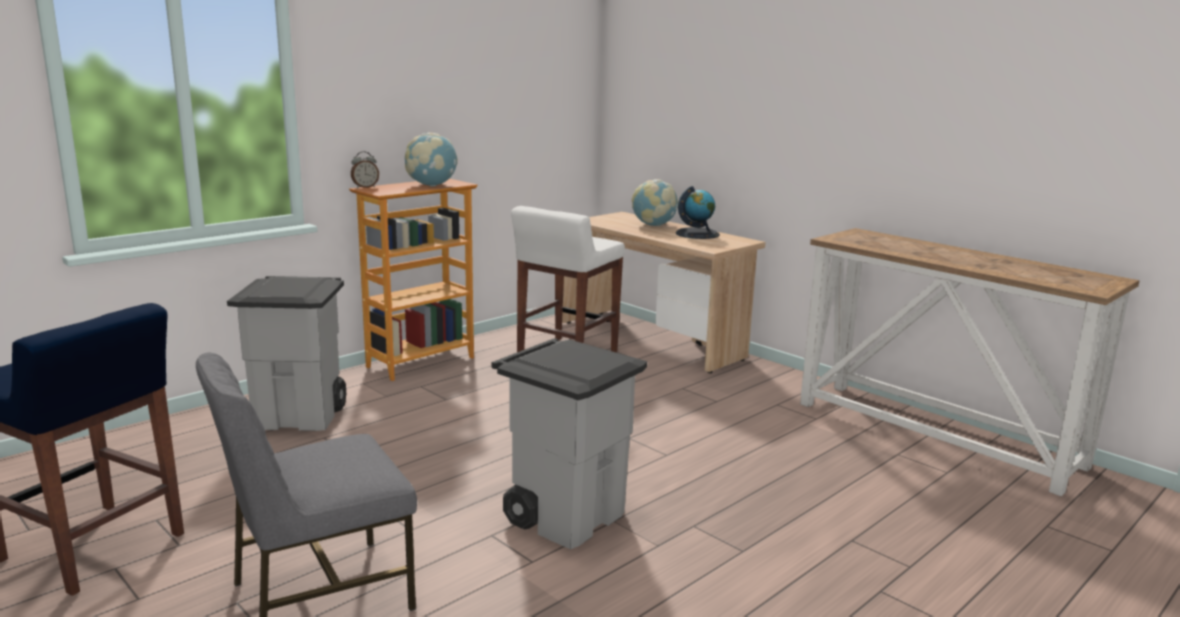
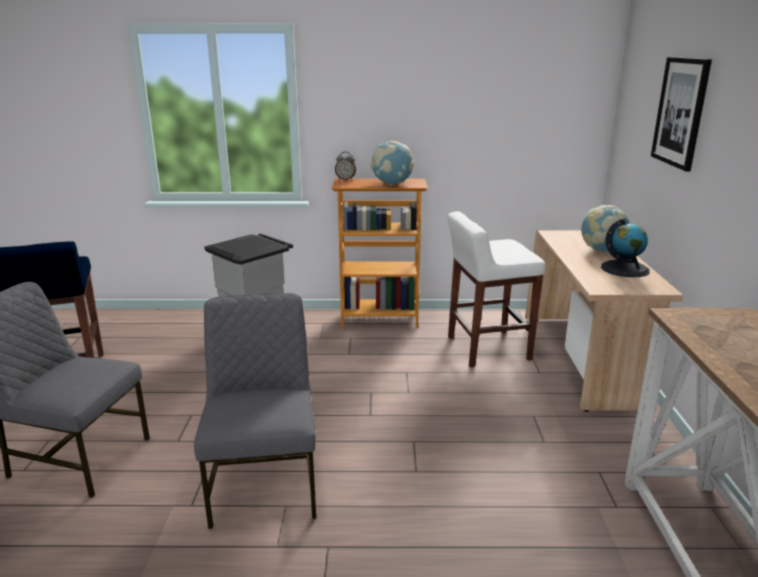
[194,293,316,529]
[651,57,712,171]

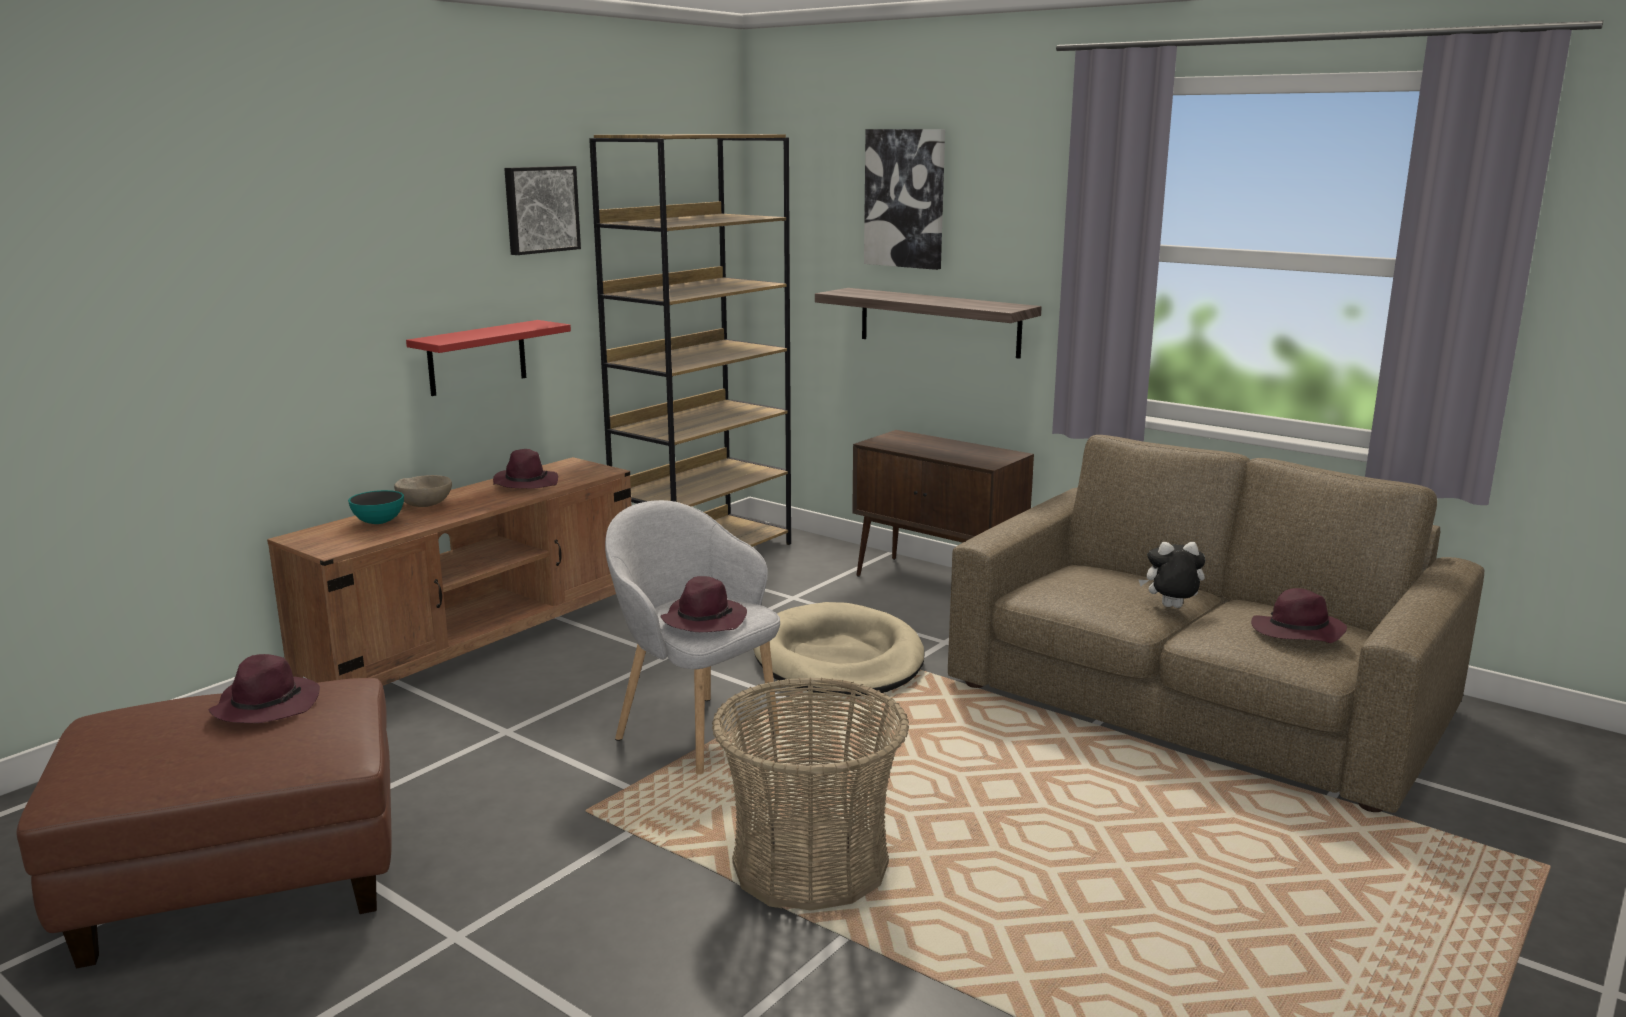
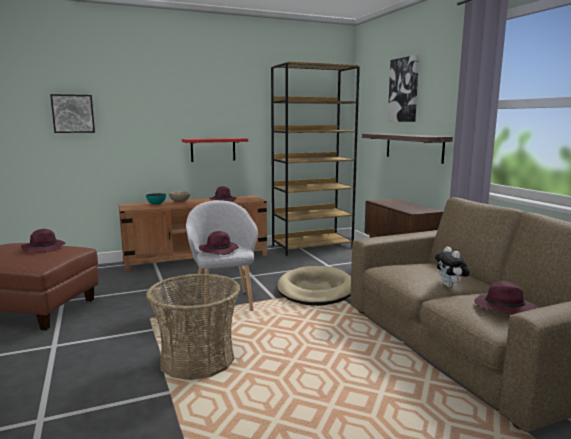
[50,94,95,133]
[435,246,470,287]

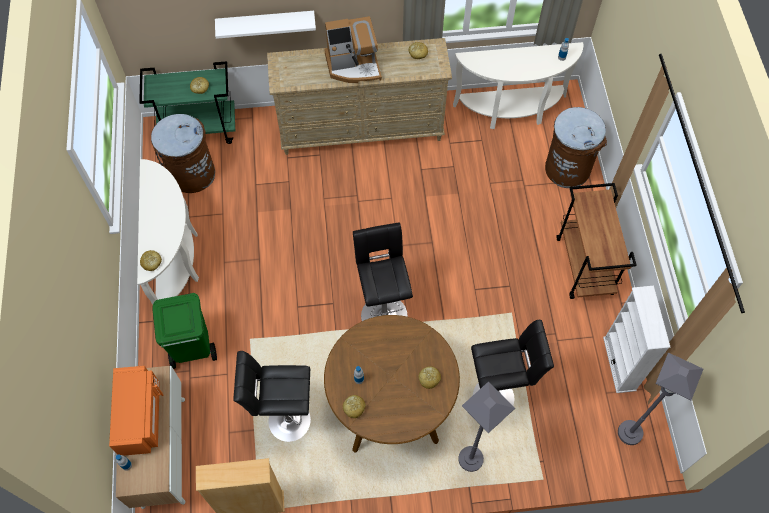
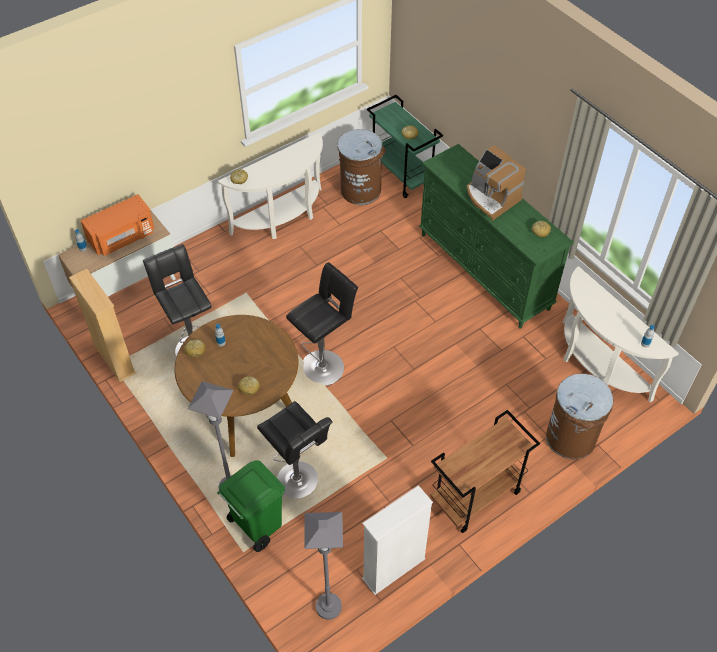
[217,460,285,552]
[215,11,316,39] (first image)
[419,144,574,329]

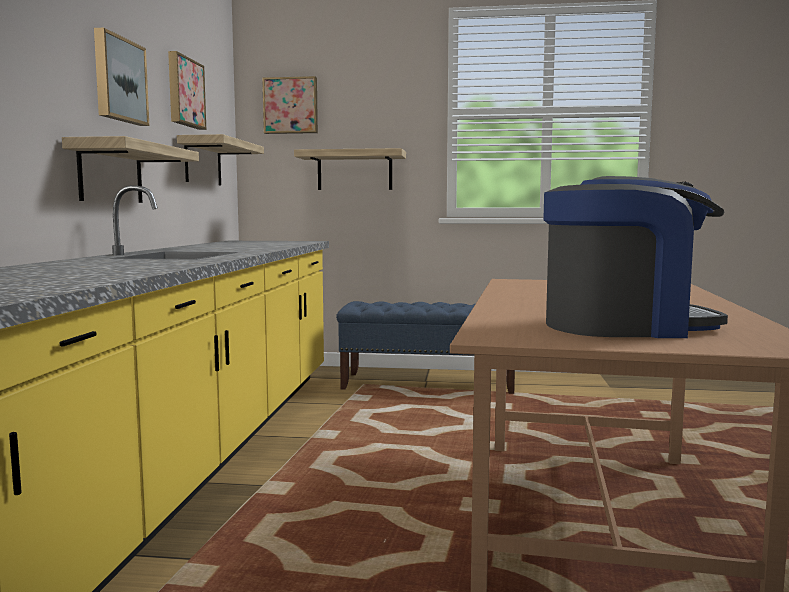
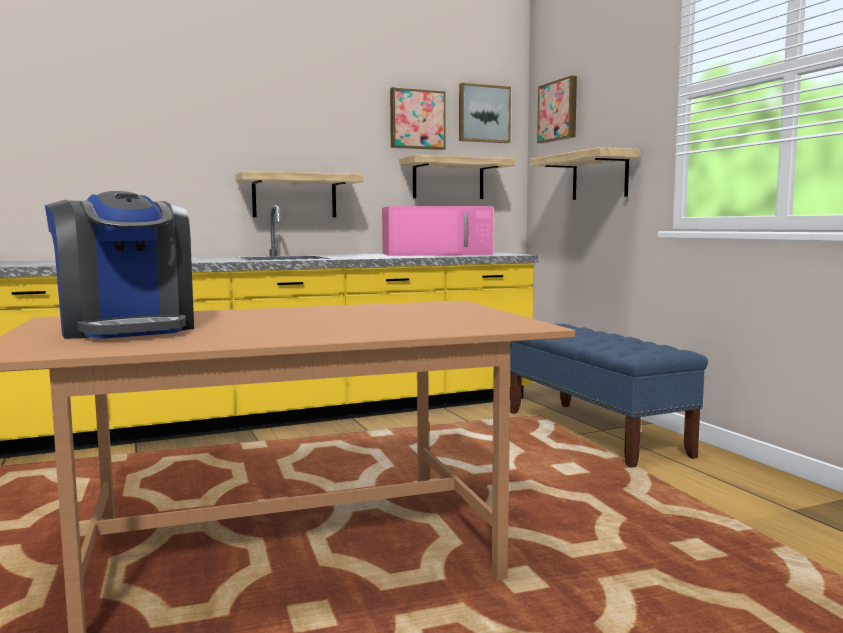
[459,83,511,143]
[382,206,493,256]

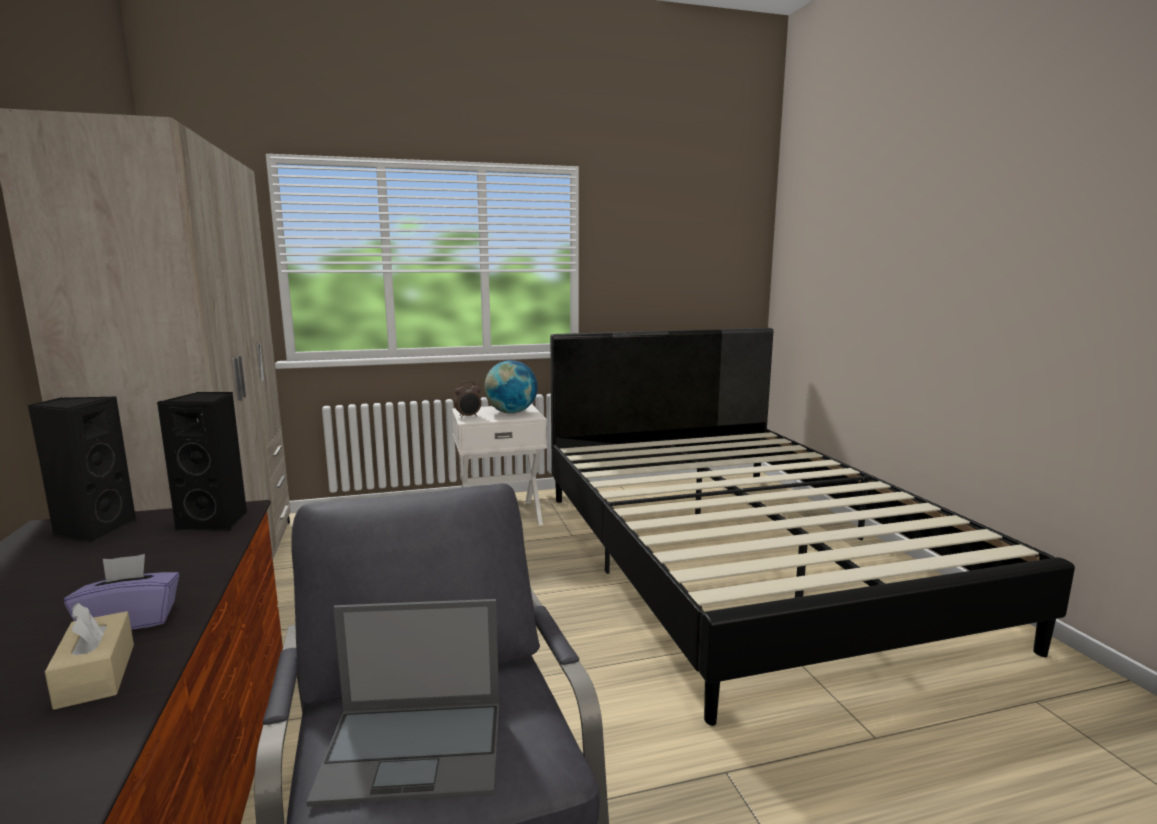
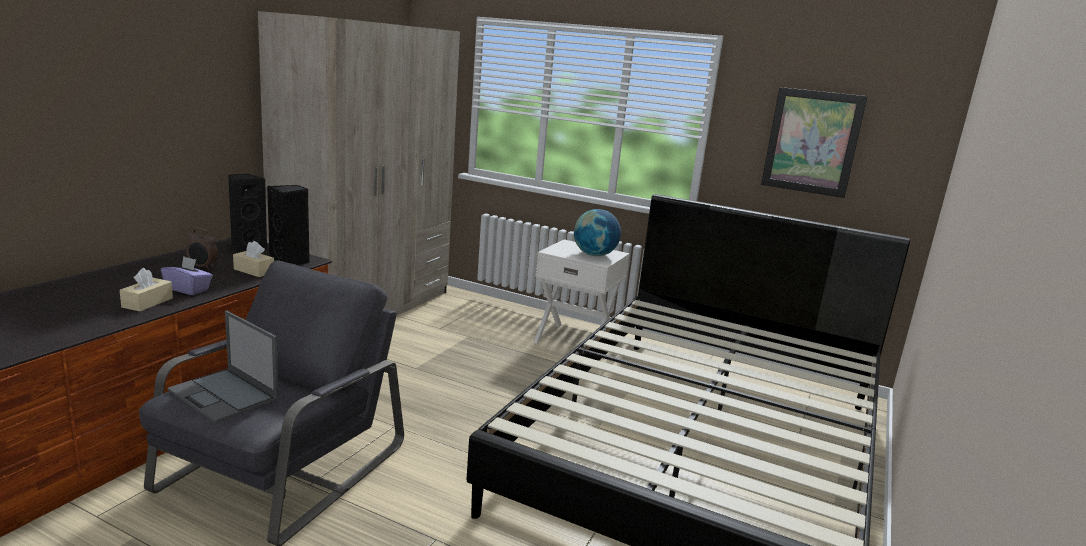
[186,228,218,270]
[233,241,274,277]
[761,87,868,198]

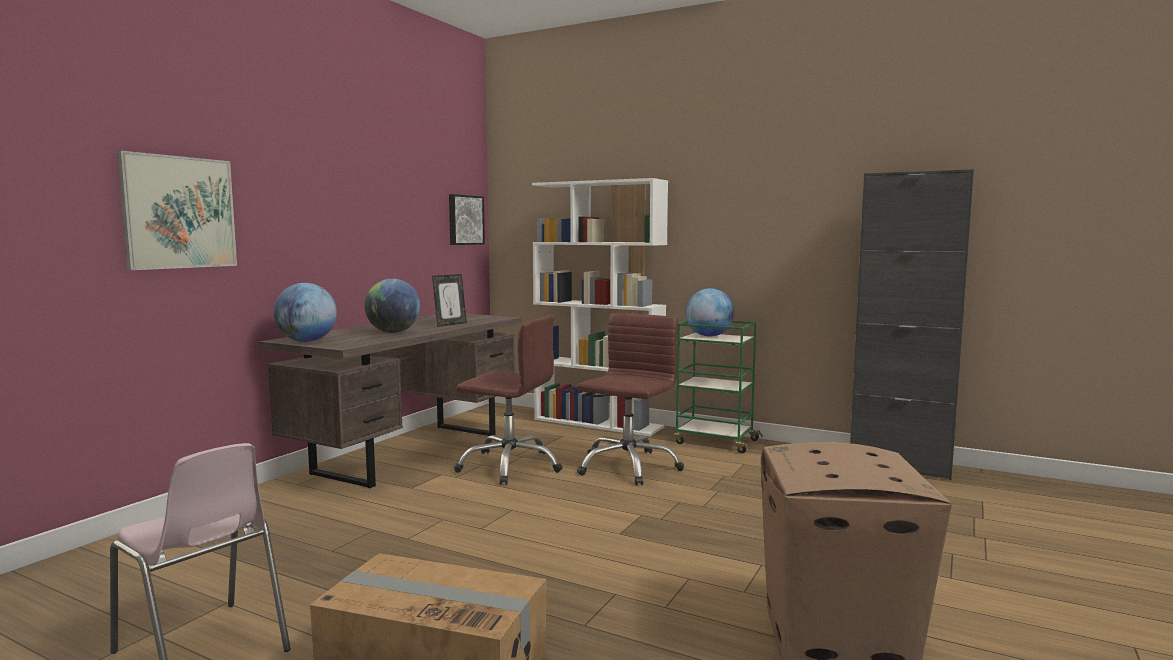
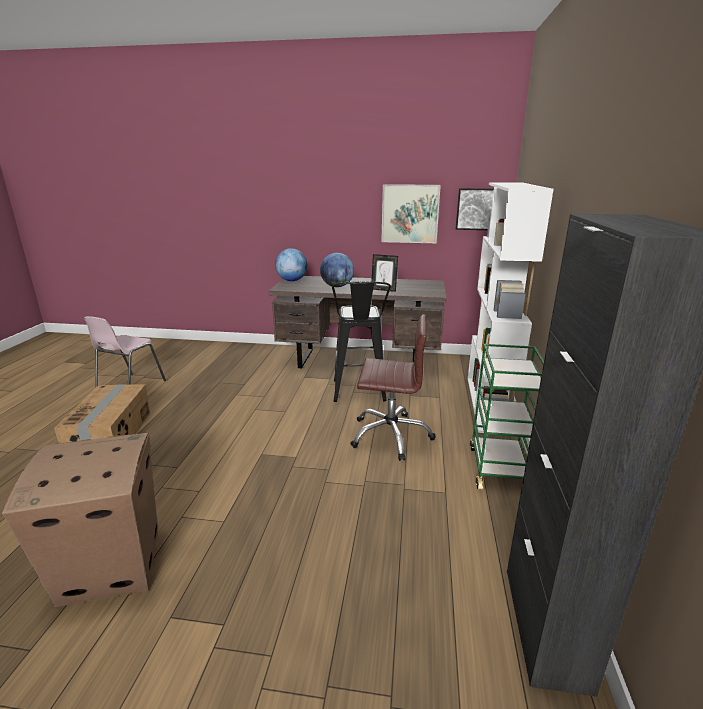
[381,184,441,243]
[332,281,391,402]
[686,288,734,337] (first image)

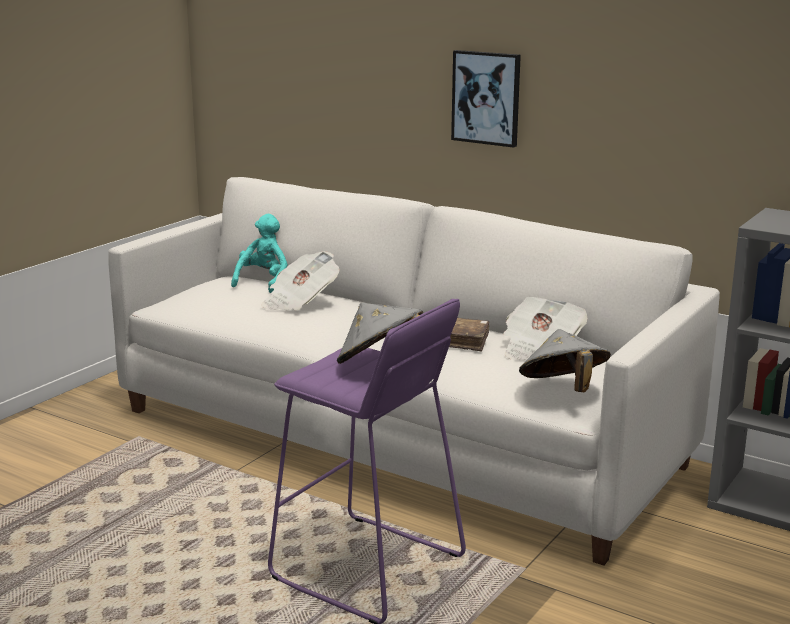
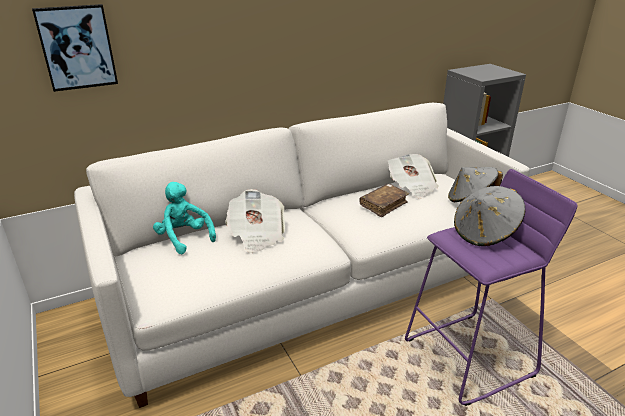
[32,4,118,92]

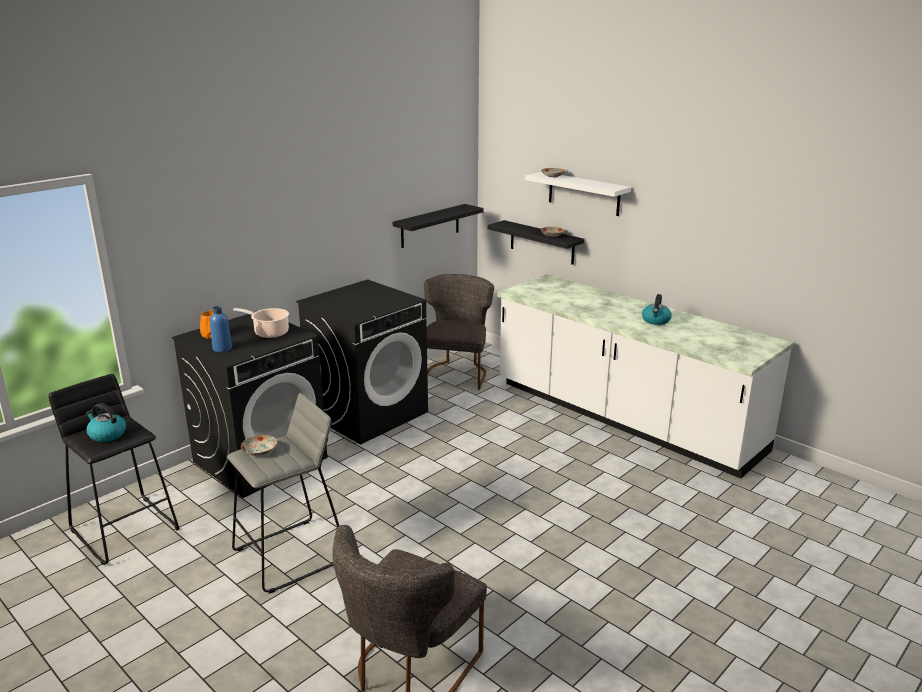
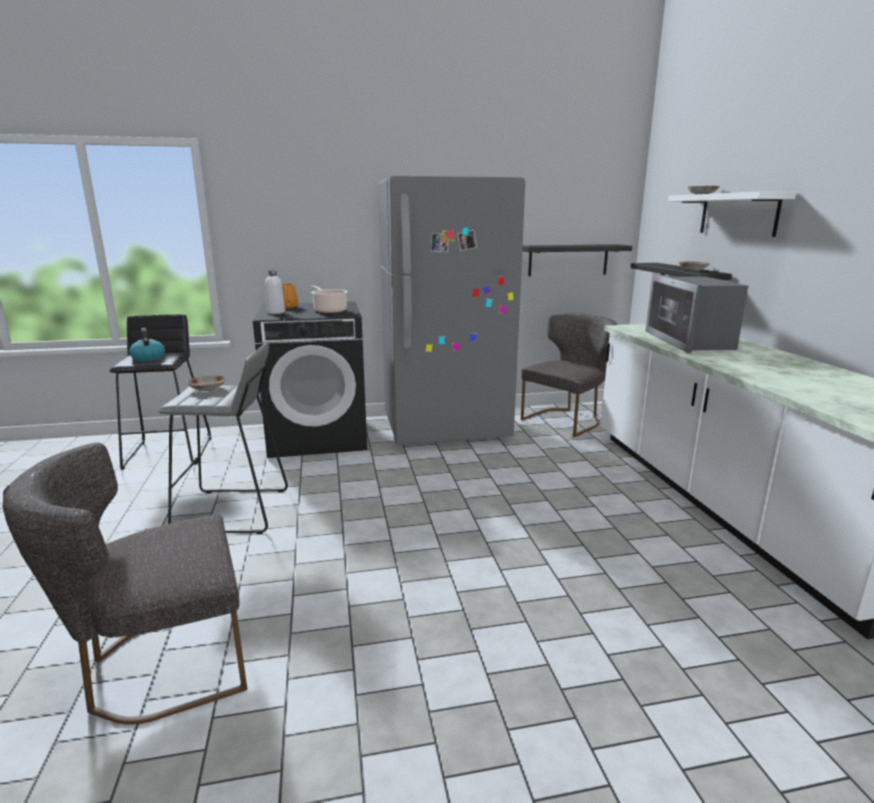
[265,270,285,314]
[378,176,525,445]
[642,294,672,325] (first image)
[645,273,748,353]

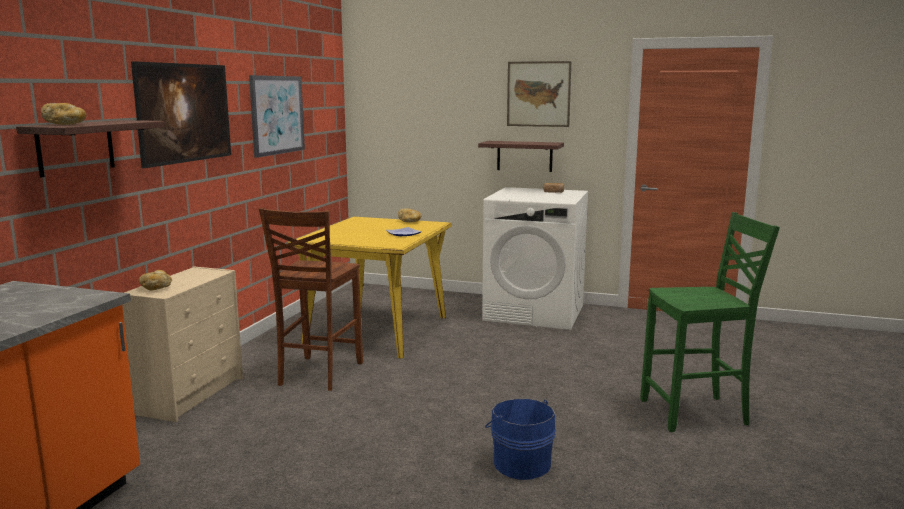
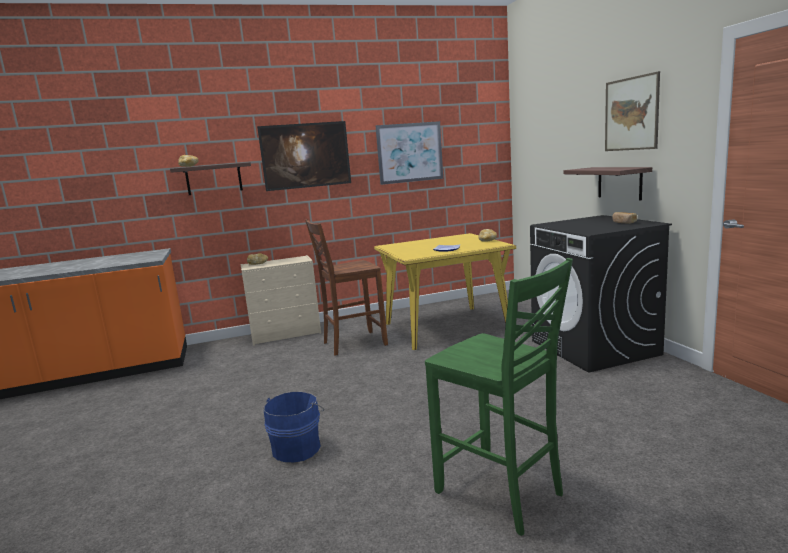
[530,215,672,373]

